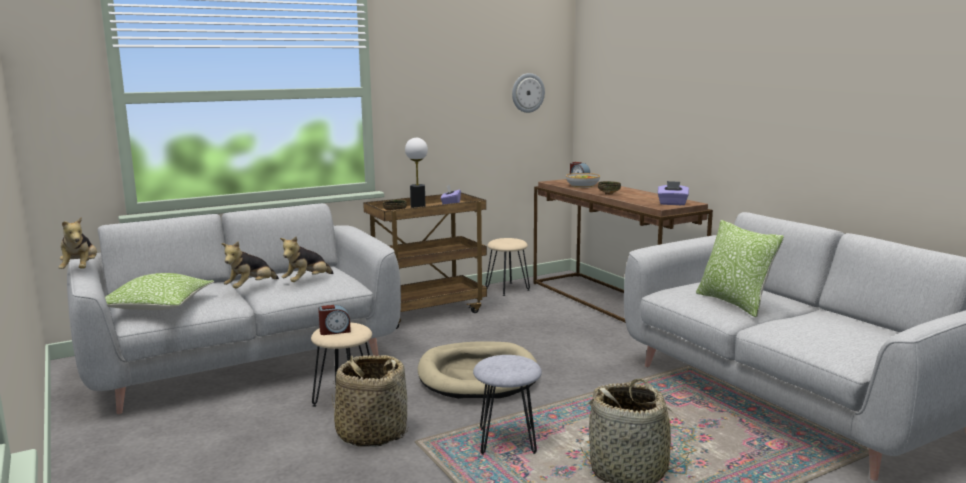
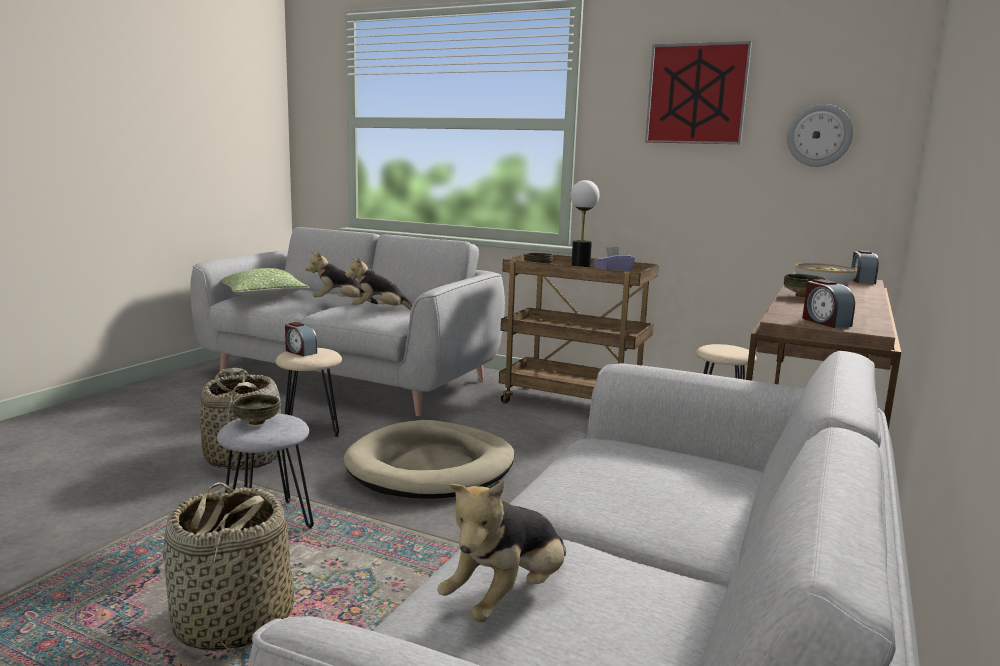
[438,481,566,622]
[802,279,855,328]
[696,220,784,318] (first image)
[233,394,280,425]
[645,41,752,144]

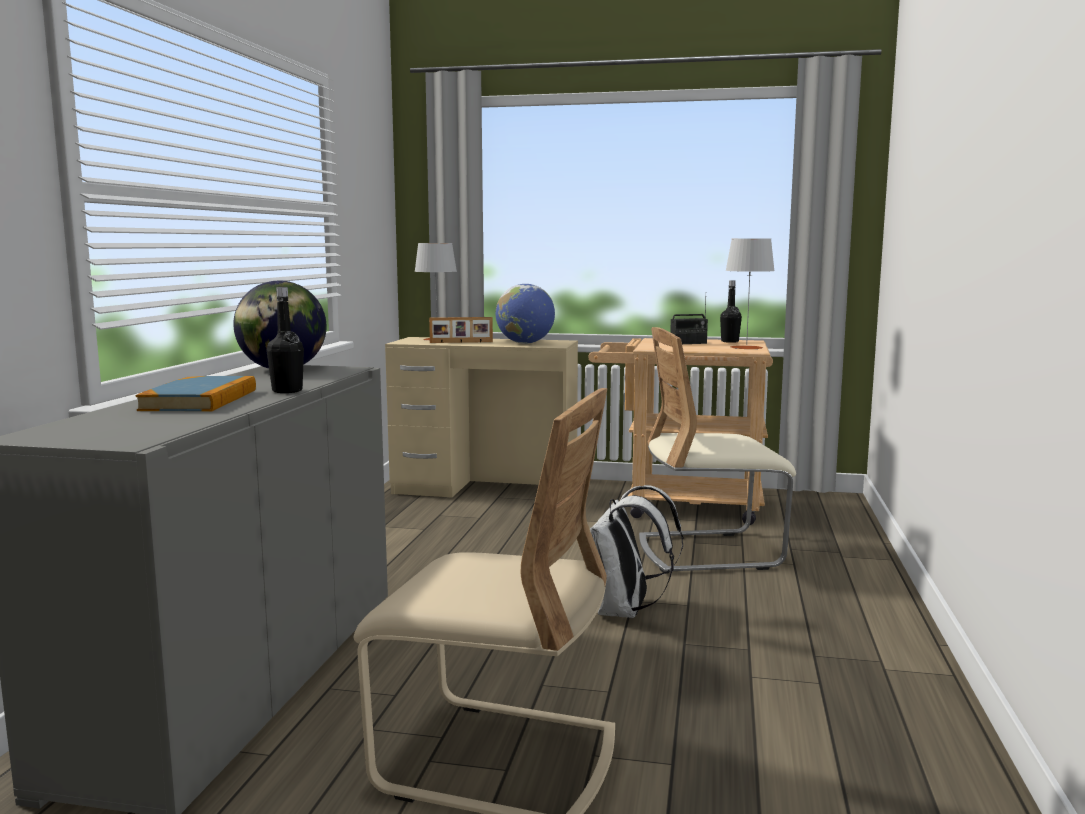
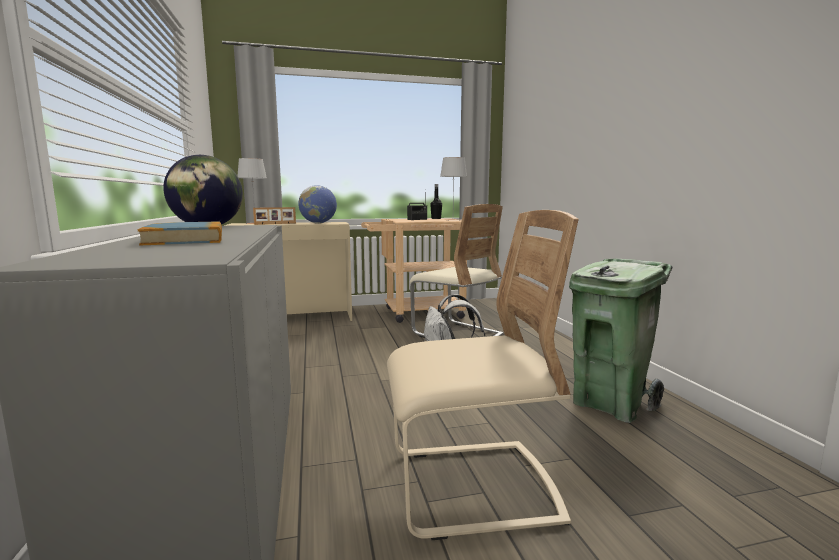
[266,287,304,393] (first image)
[410,204,503,338]
[569,259,672,423]

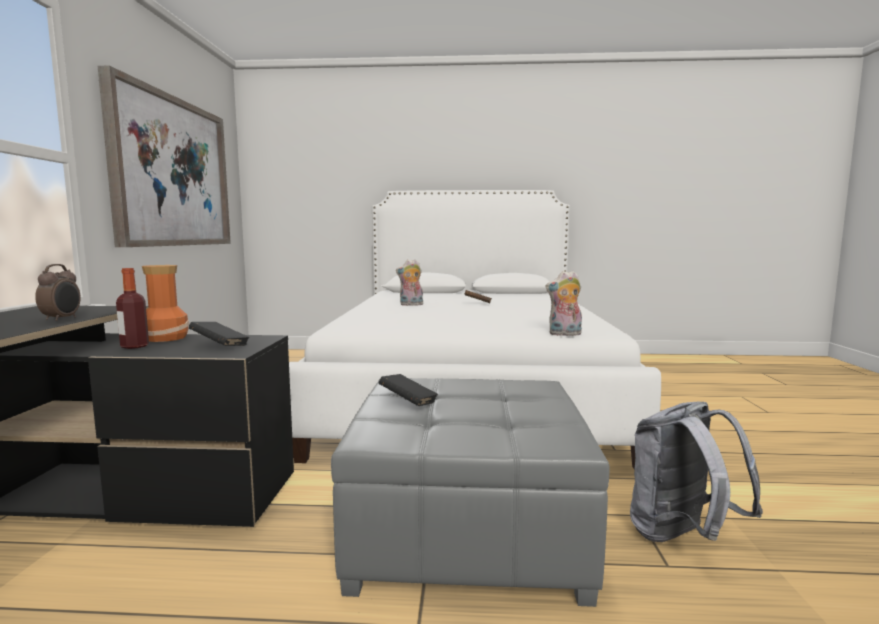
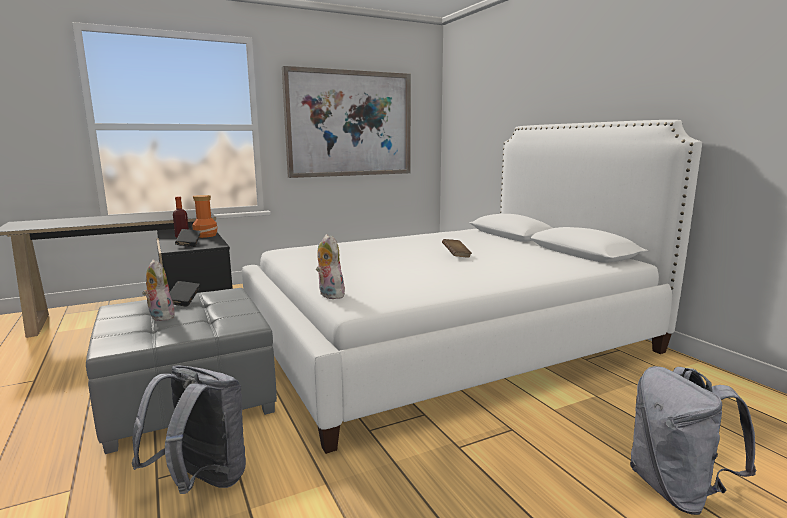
[35,264,81,321] (first image)
[142,259,175,321]
[630,366,756,515]

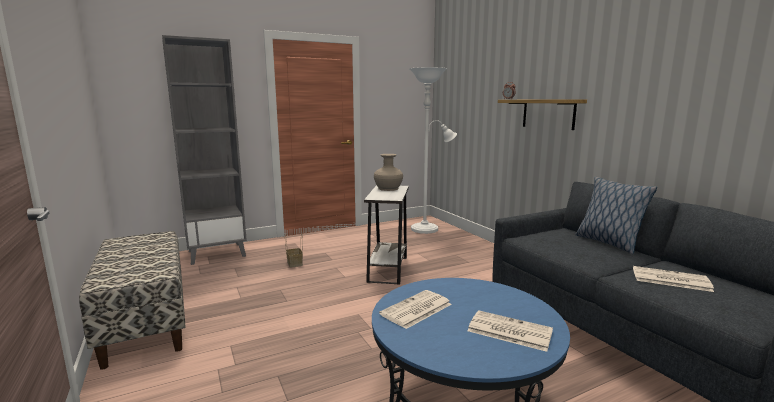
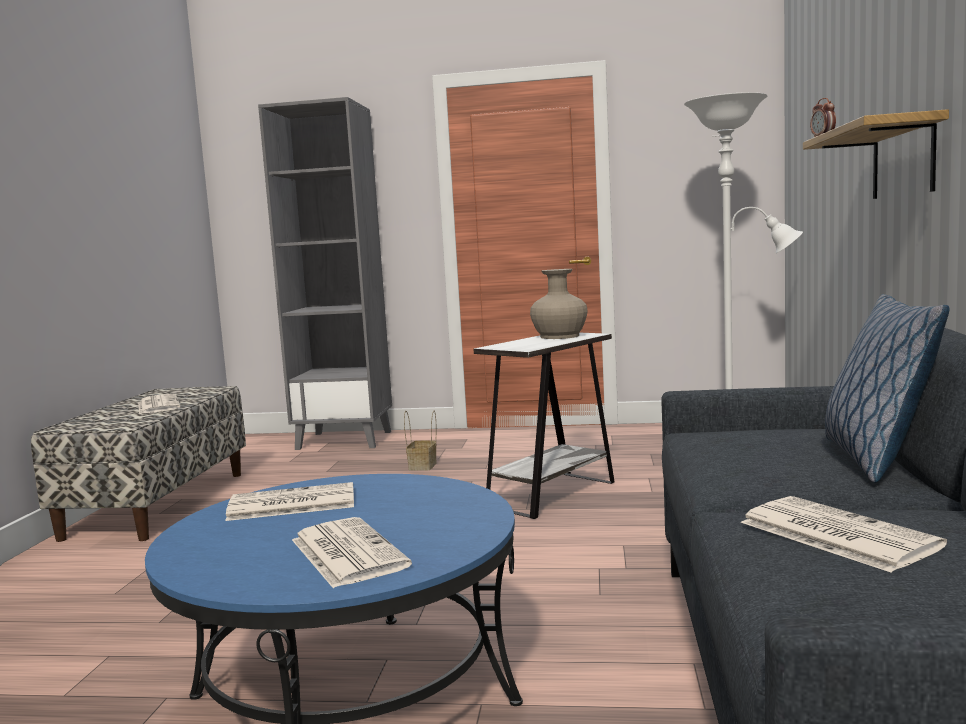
[138,394,180,414]

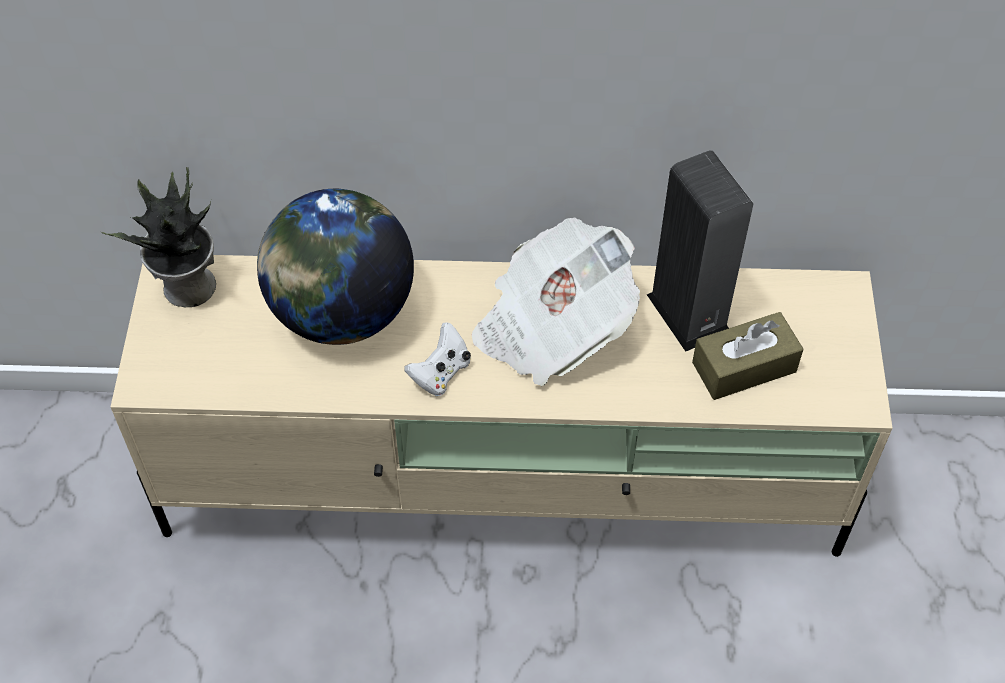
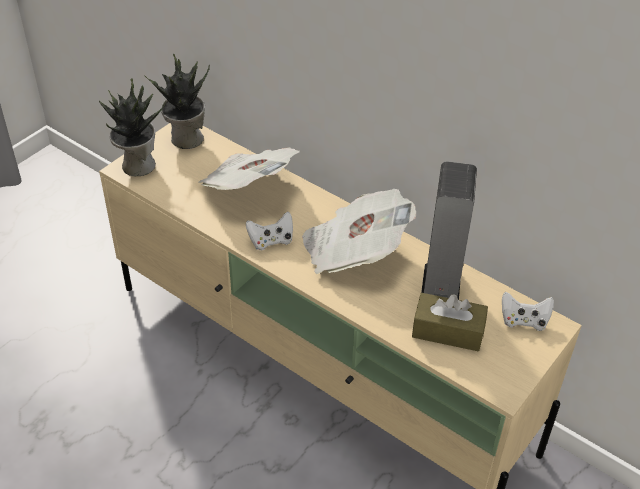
[198,147,300,190]
[99,78,166,176]
[502,292,554,331]

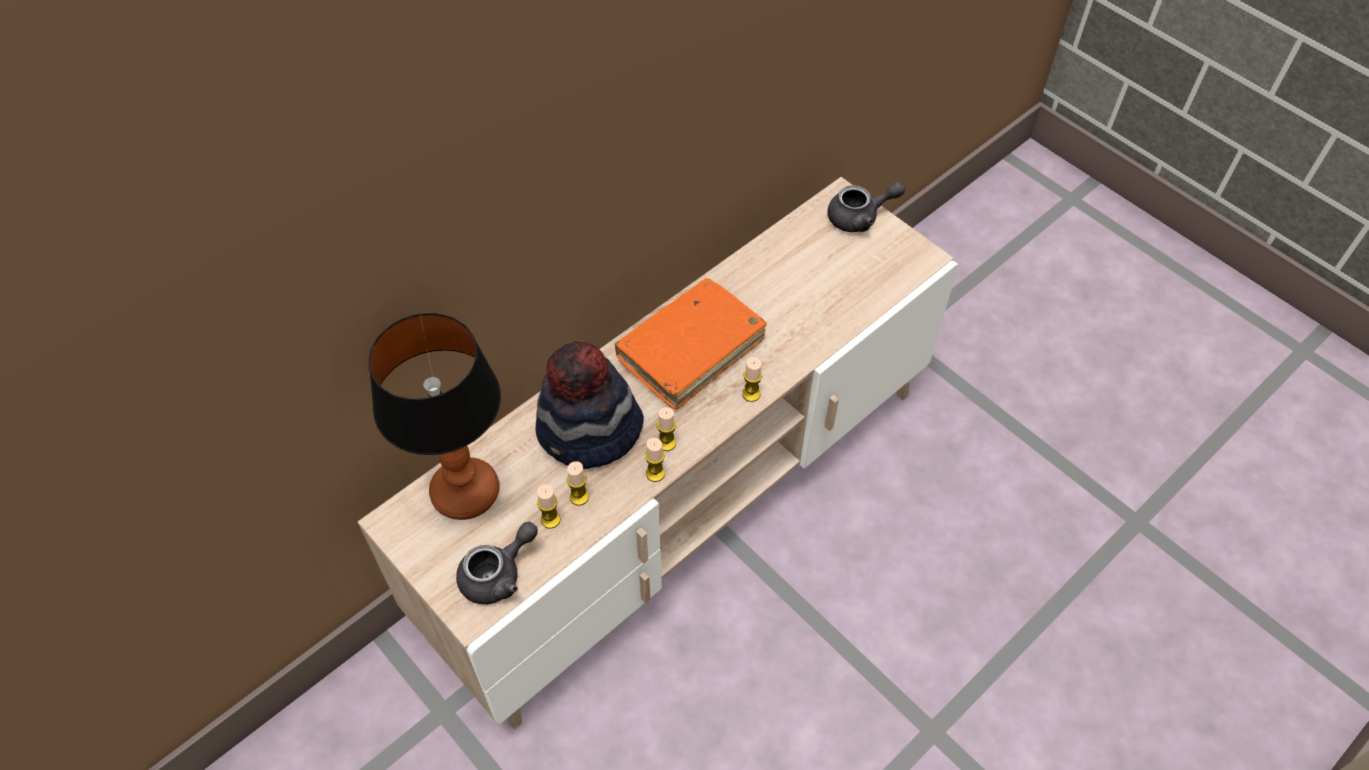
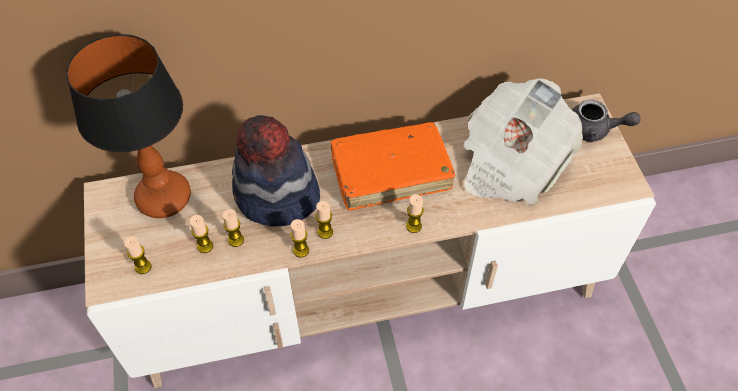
[124,236,151,274]
[463,79,583,204]

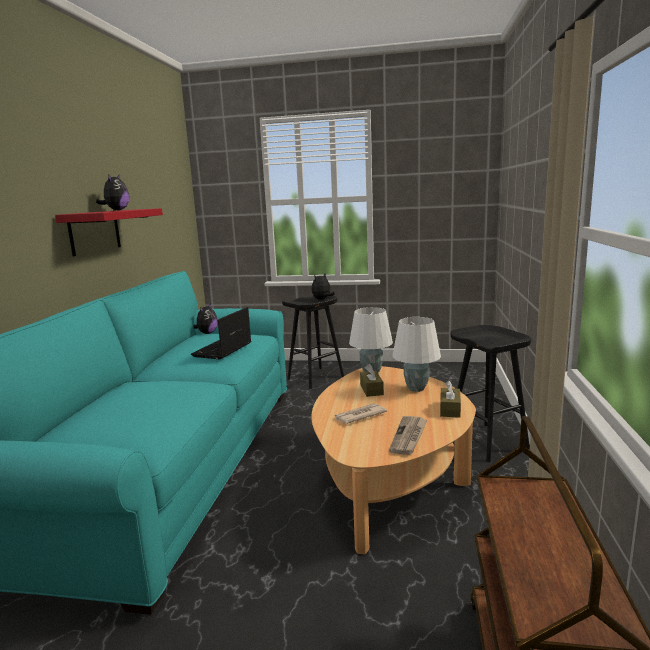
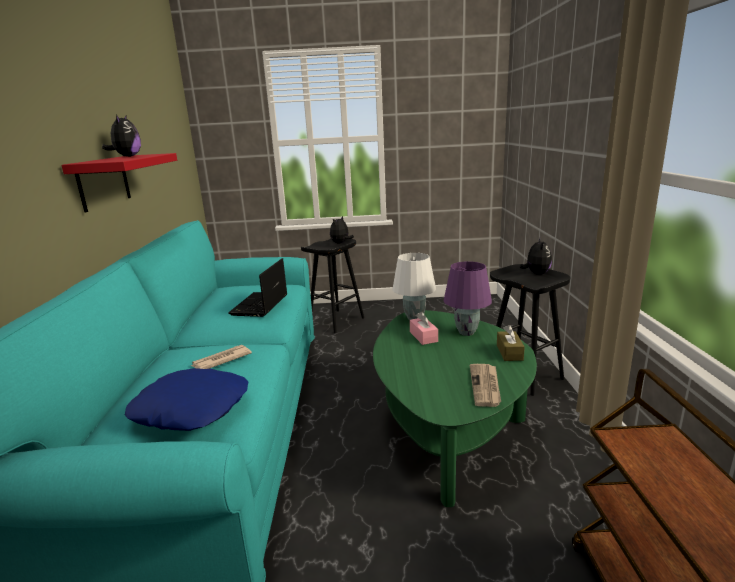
[520,238,552,275]
[373,310,537,507]
[191,345,252,369]
[410,312,438,345]
[443,261,492,336]
[125,368,248,431]

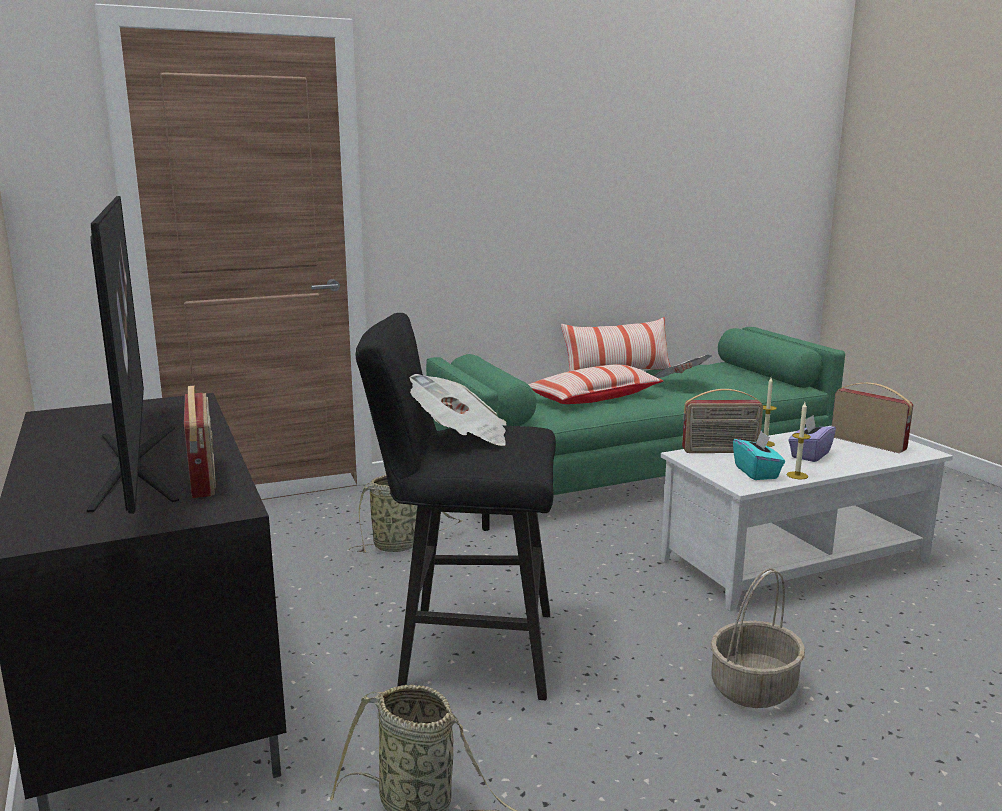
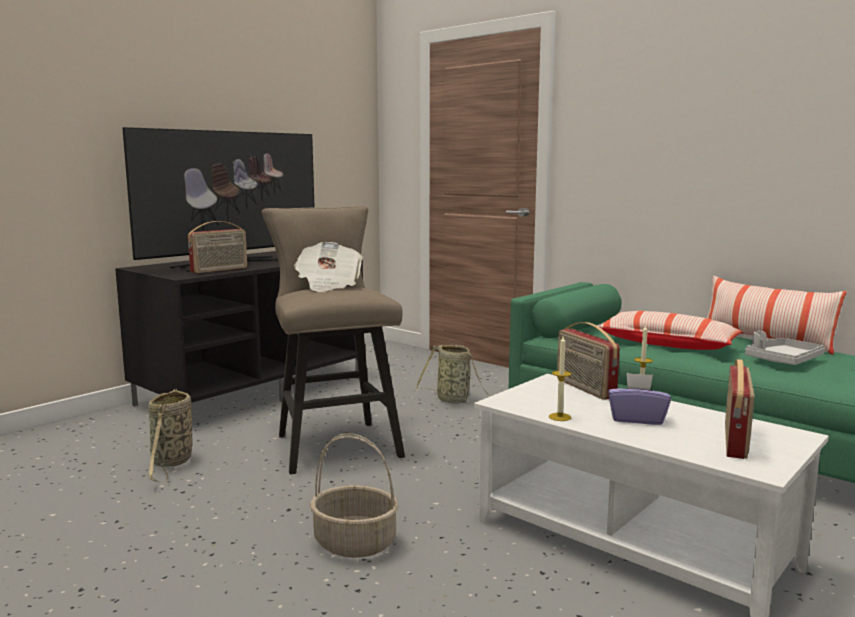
[262,206,405,474]
[745,331,825,365]
[733,431,785,480] (first image)

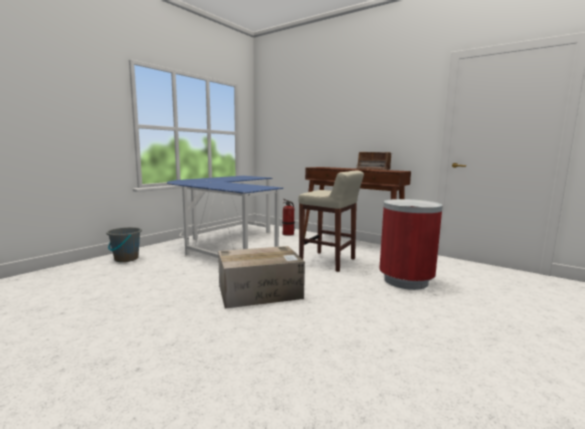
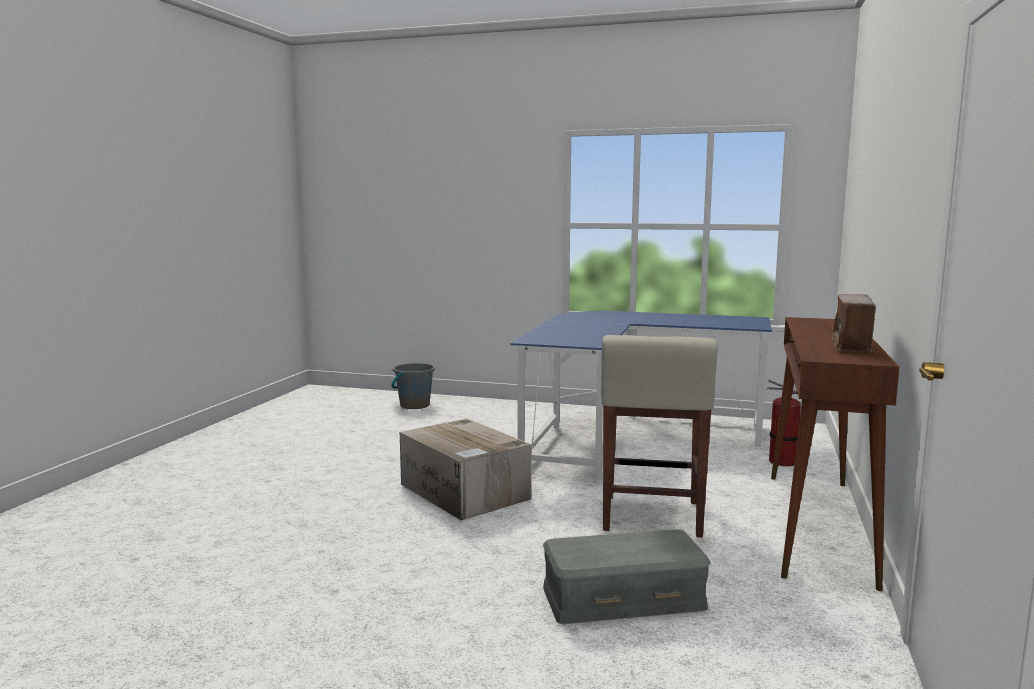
[391,363,435,409]
[543,529,711,624]

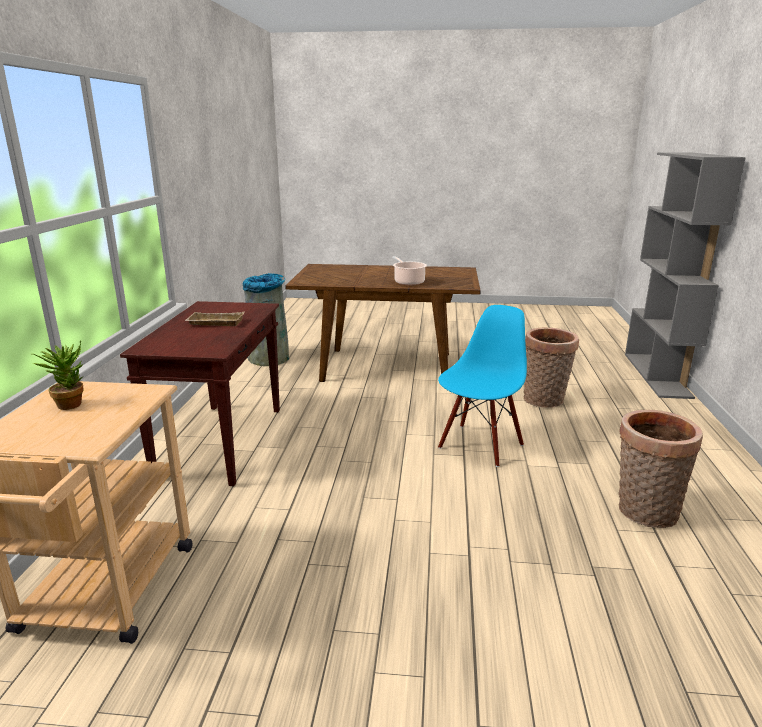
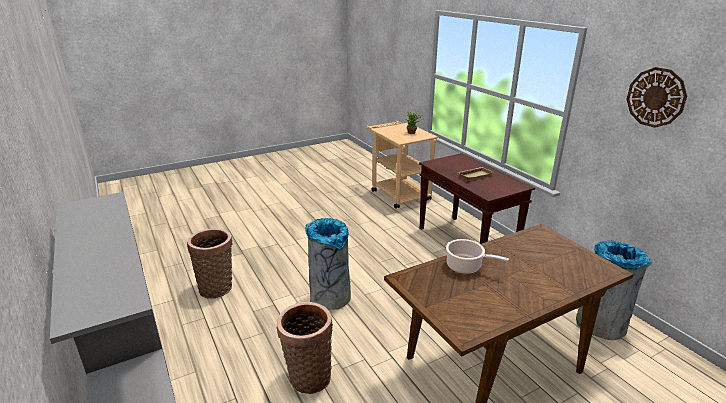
[305,218,351,310]
[627,67,687,128]

